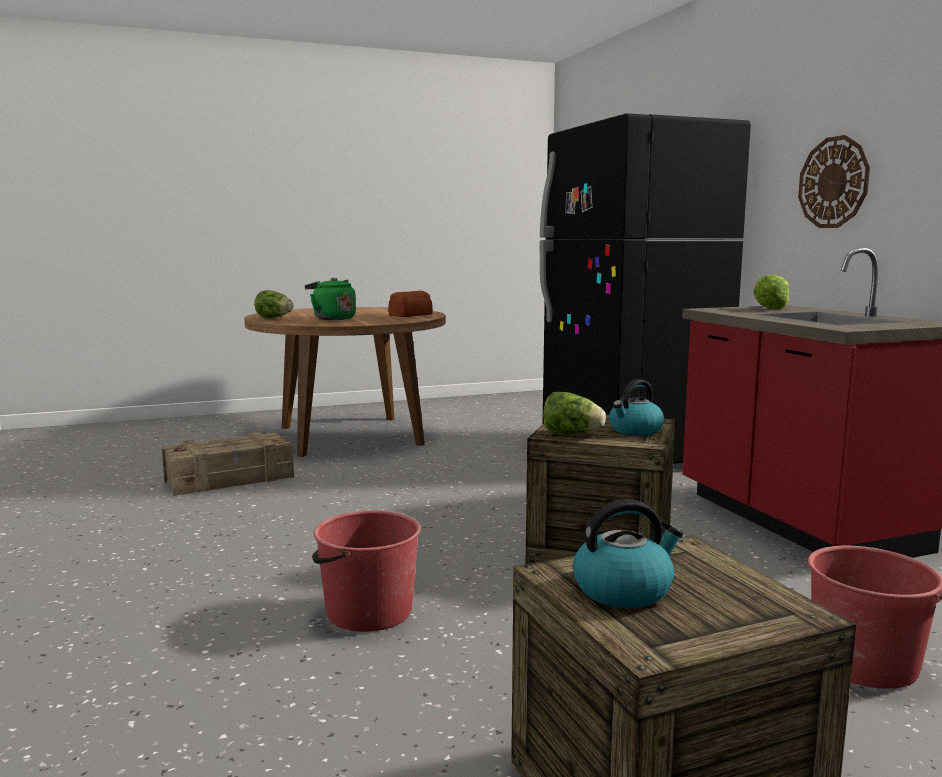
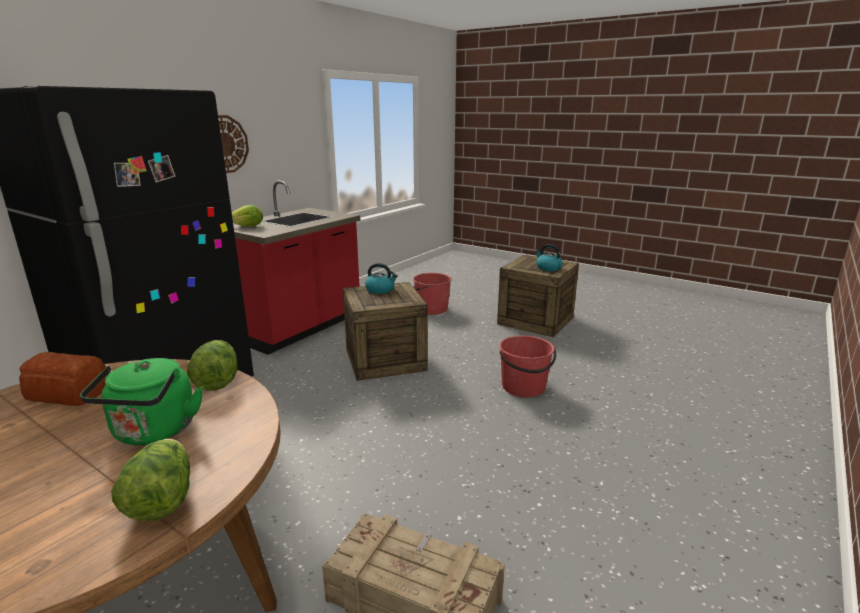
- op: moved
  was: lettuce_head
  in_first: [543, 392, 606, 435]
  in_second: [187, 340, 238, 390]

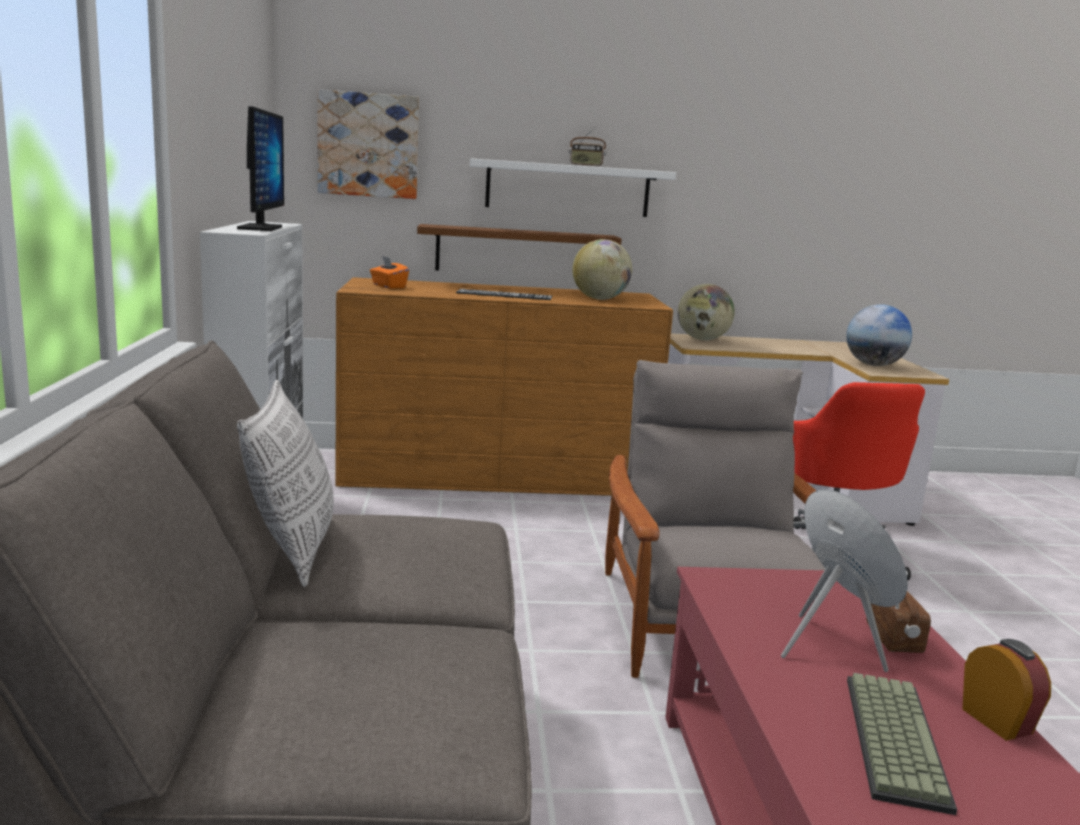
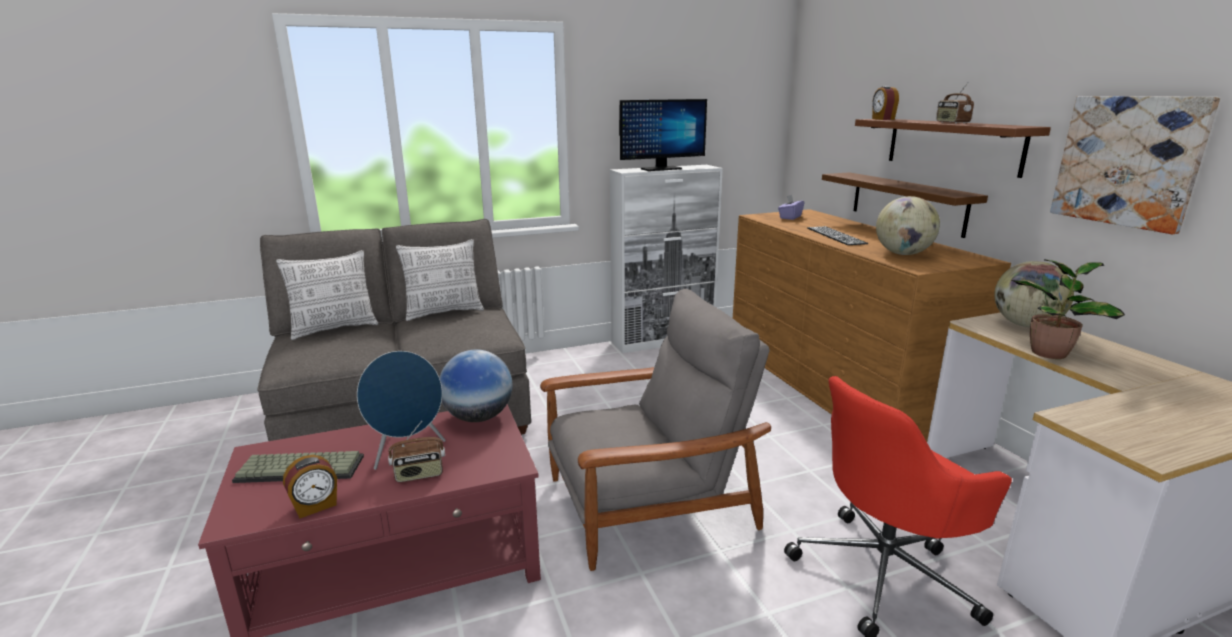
- op: moved
  was: wall_art
  in_first: [318, 89, 419, 199]
  in_second: [1050, 96, 1220, 234]
- op: recoloured
  was: whitish_wall_shelf
  now: brownish_wall_shelf
  in_first: [470, 158, 676, 217]
  in_second: [855, 119, 1051, 178]
- op: recoloured
  was: orange_tissue_holder
  now: purplish_tissue_holder
  in_first: [370, 256, 409, 289]
  in_second: [778, 195, 804, 220]
- op: moved
  was: globe
  in_first: [846, 304, 912, 366]
  in_second: [439, 349, 512, 422]
- op: added
  now: alarm_clock
  in_second: [872, 86, 899, 120]
- op: added
  now: throw_pillow
  in_second: [276, 250, 378, 340]
- op: added
  now: potted_plant
  in_second: [1011, 259, 1125, 359]

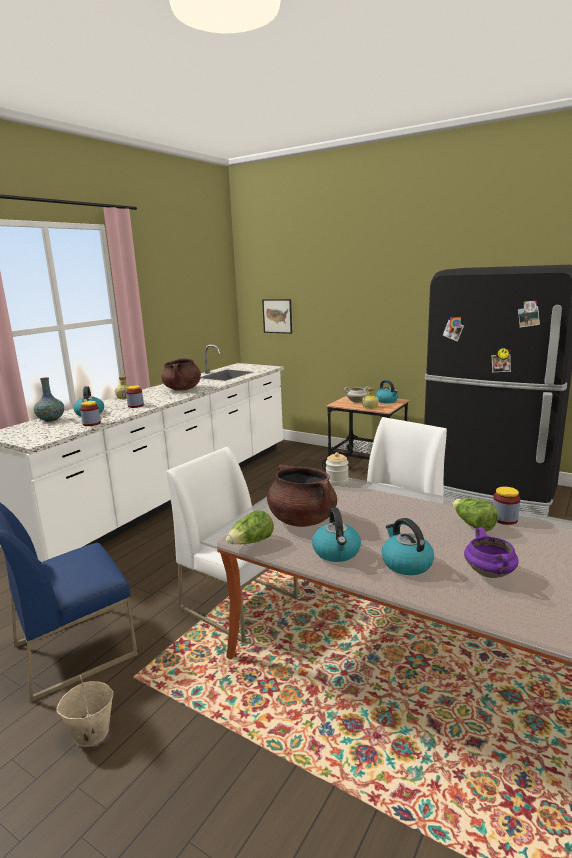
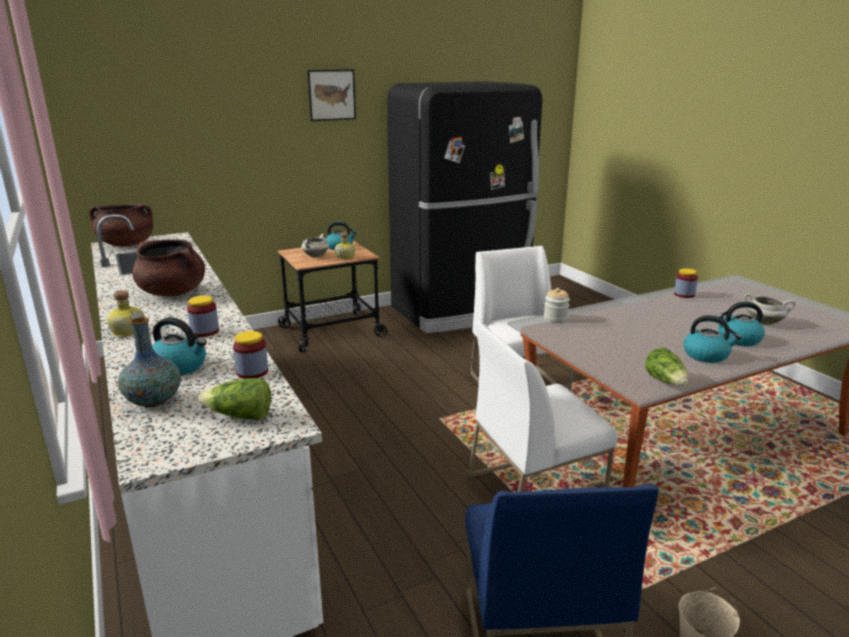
- op: moved
  was: wall_art
  in_first: [262, 299, 292, 334]
  in_second: [307, 70, 356, 121]
- op: moved
  was: brownish_cooking_pot
  in_first: [267, 465, 337, 527]
  in_second: [89, 204, 153, 247]
- op: moved
  was: lettuce_head
  in_first: [452, 498, 499, 532]
  in_second: [199, 378, 271, 420]
- op: recoloured
  was: purplish_cooking_pot
  now: whitish_cooking_pot
  in_first: [464, 527, 519, 578]
  in_second: [744, 293, 795, 325]

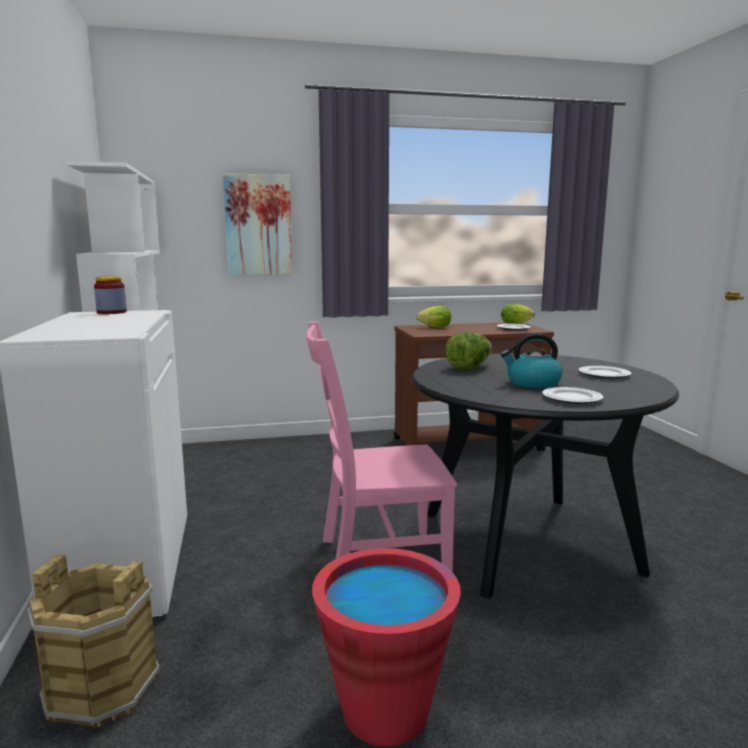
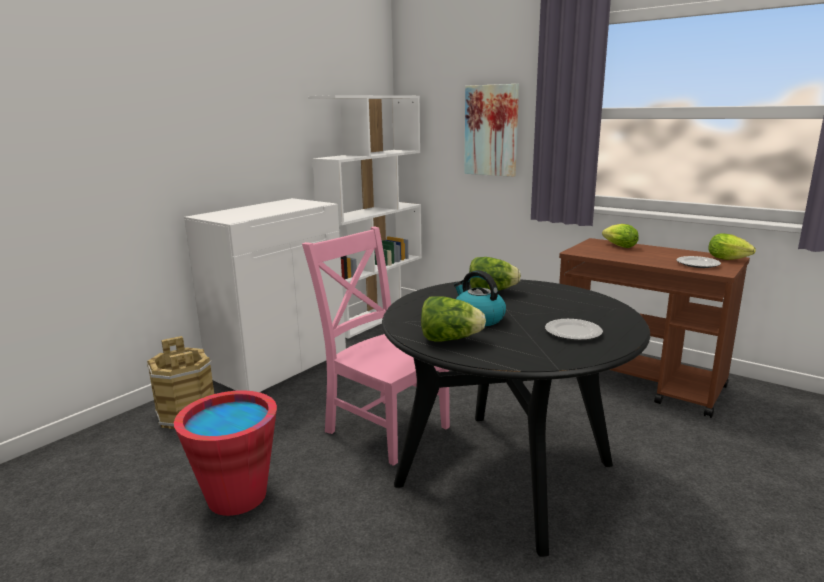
- op: removed
  was: preserve_jar
  in_first: [94, 276, 127, 314]
- op: replaced
  was: dinner_plate
  now: lettuce_head
  in_first: [542, 387, 603, 404]
  in_second: [421, 296, 486, 342]

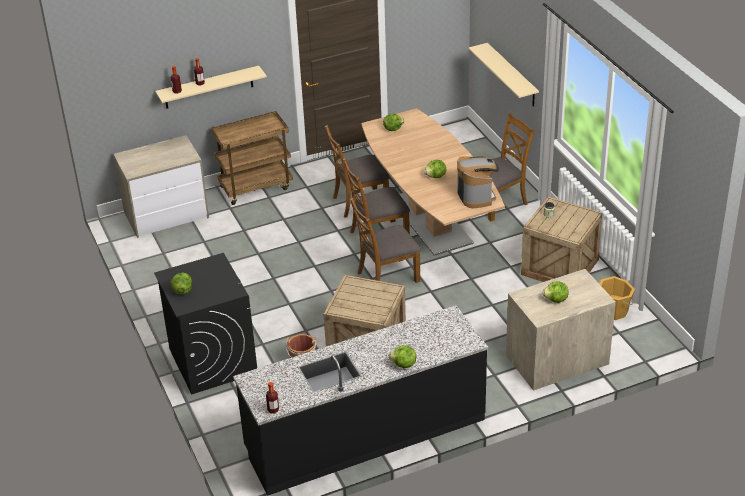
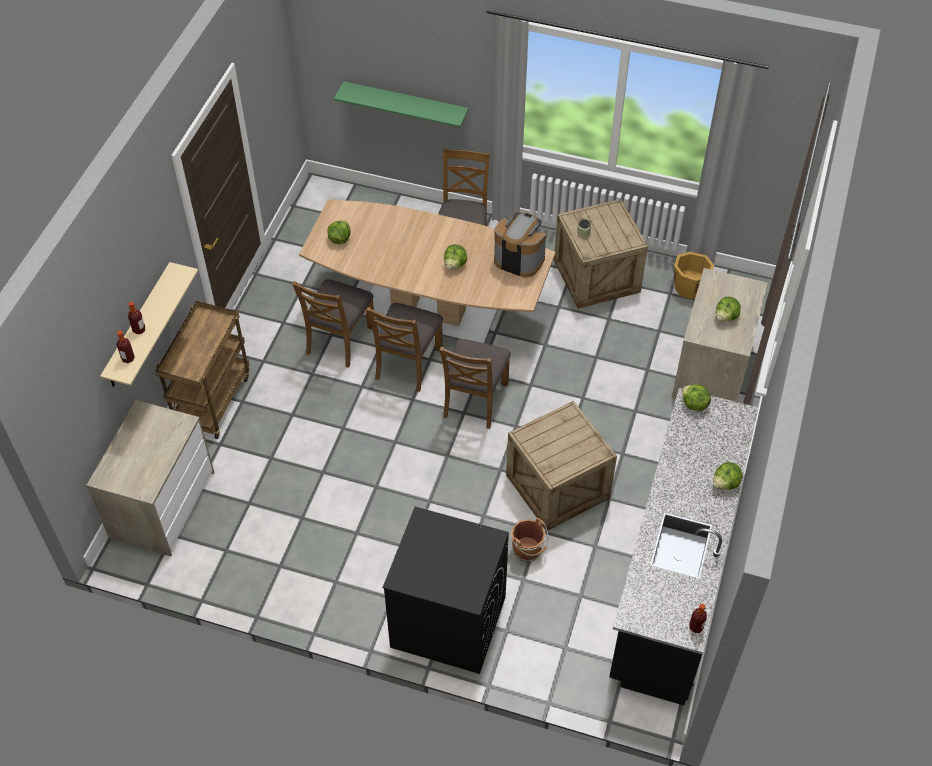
- op: recoloured
  was: sand-coloured_wall_shelf
  now: greenish_wall_shelf
  in_first: [469, 43, 539, 107]
  in_second: [334, 81, 469, 127]
- op: moved
  was: lettuce_head
  in_first: [170, 273, 192, 295]
  in_second: [682, 385, 711, 411]

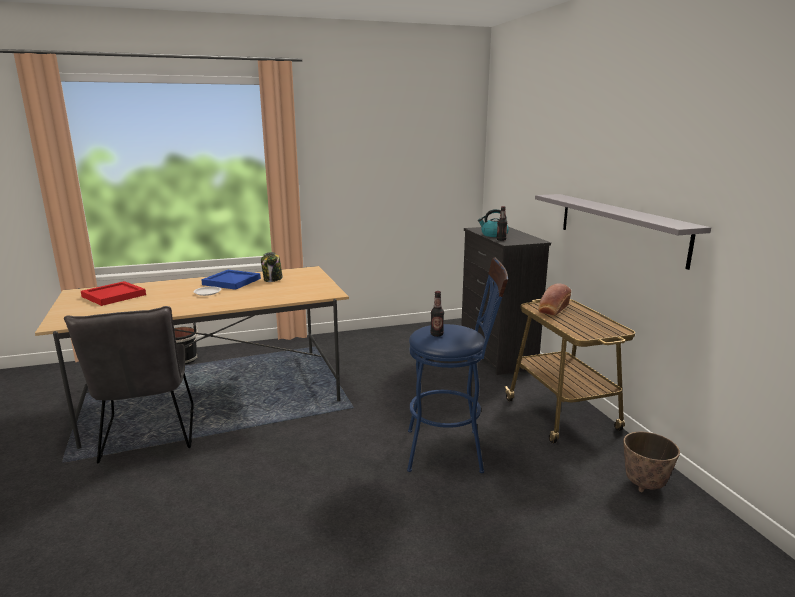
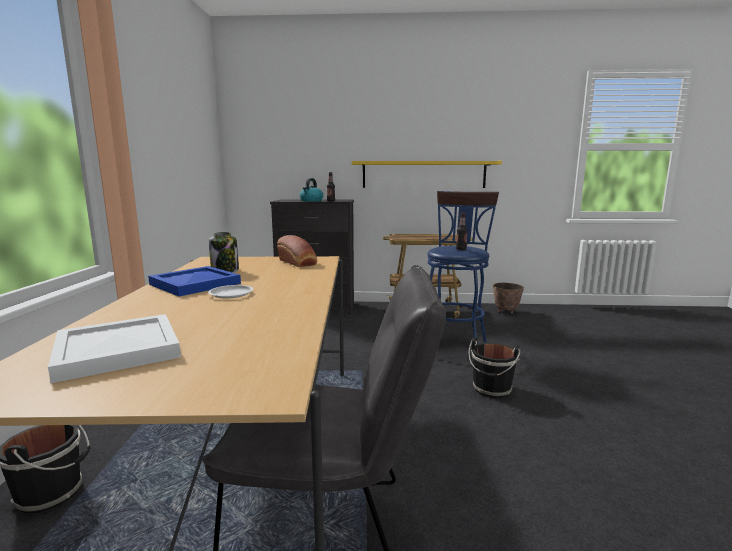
- op: recoloured
  was: greyish_wall_shelf
  now: yellowish_wall_shelf
  in_first: [535, 194, 711, 270]
  in_second: [352, 161, 502, 188]
- op: recoloured
  was: red-coloured_serving_tray
  now: whitish_serving_tray
  in_first: [81, 281, 146, 306]
  in_second: [48, 314, 181, 383]
- op: moved
  was: bread
  in_first: [538, 283, 571, 315]
  in_second: [277, 235, 317, 267]
- op: added
  now: blackish_bucket
  in_second: [468, 337, 520, 398]

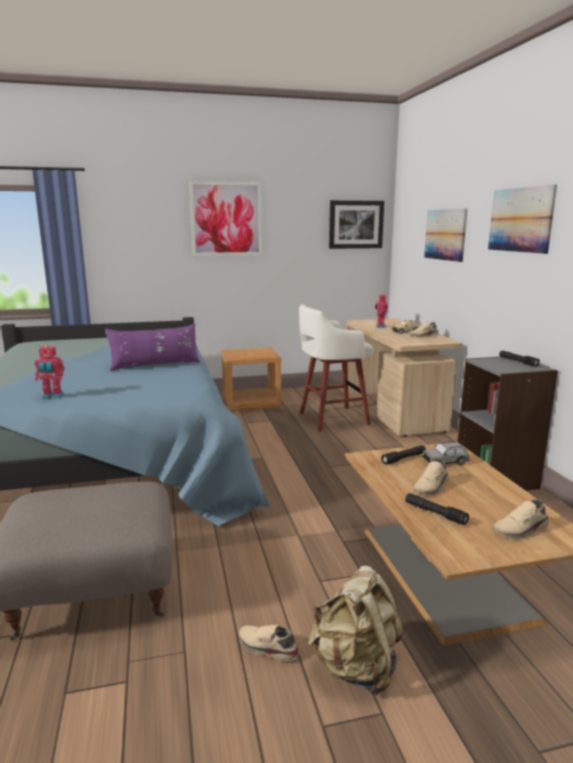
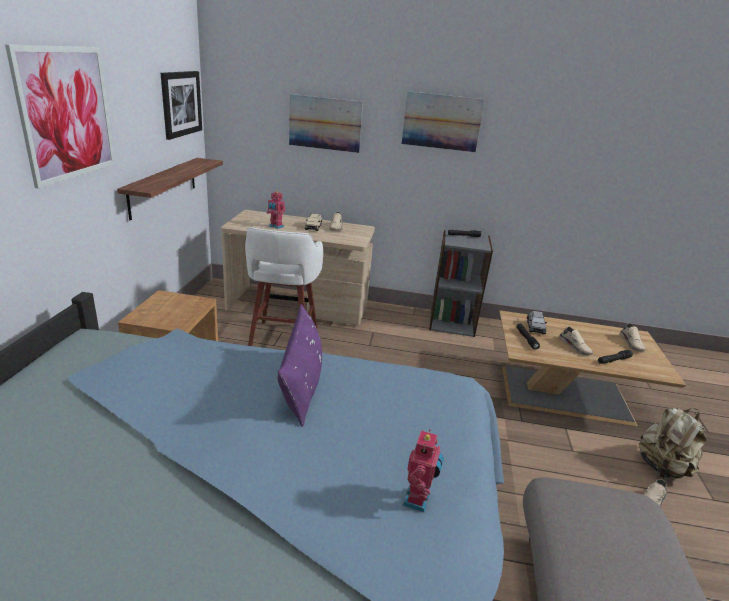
- op: added
  now: wall_shelf
  in_second: [117, 158, 223, 221]

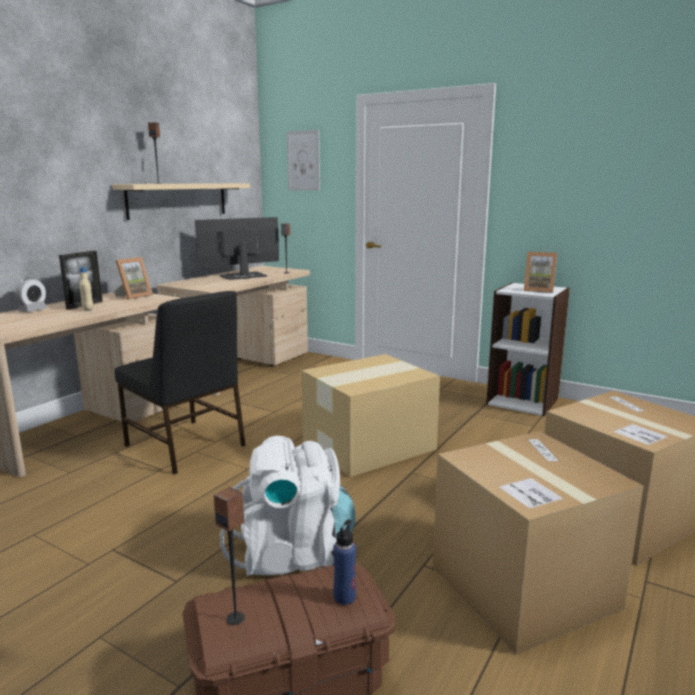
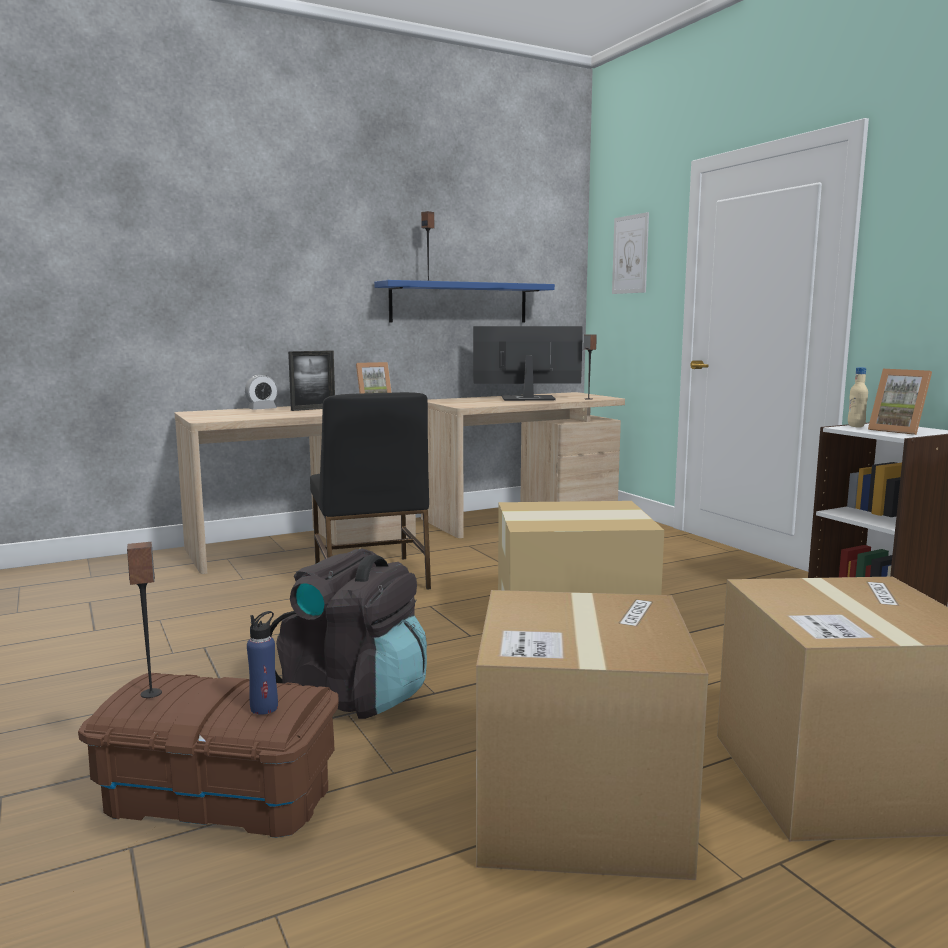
- op: recoloured
  was: sand-coloured_wall_shelf
  now: blue_wall_shelf
  in_first: [112, 183, 250, 220]
  in_second: [374, 280, 555, 323]
- op: moved
  was: sand-coloured_bottle
  in_first: [79, 267, 93, 311]
  in_second: [848, 367, 868, 428]
- op: recoloured
  was: whitish_knapsack
  now: blackish_knapsack
  in_first: [220, 436, 355, 576]
  in_second: [270, 549, 427, 719]

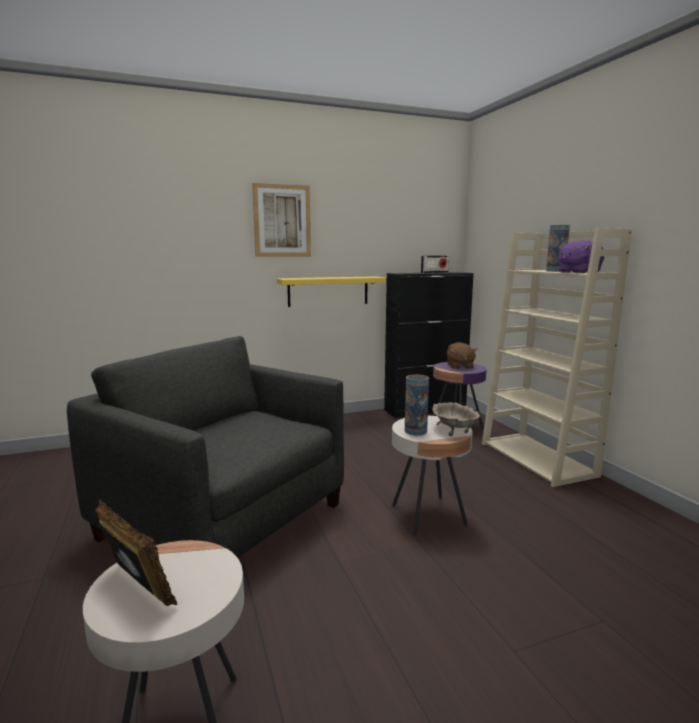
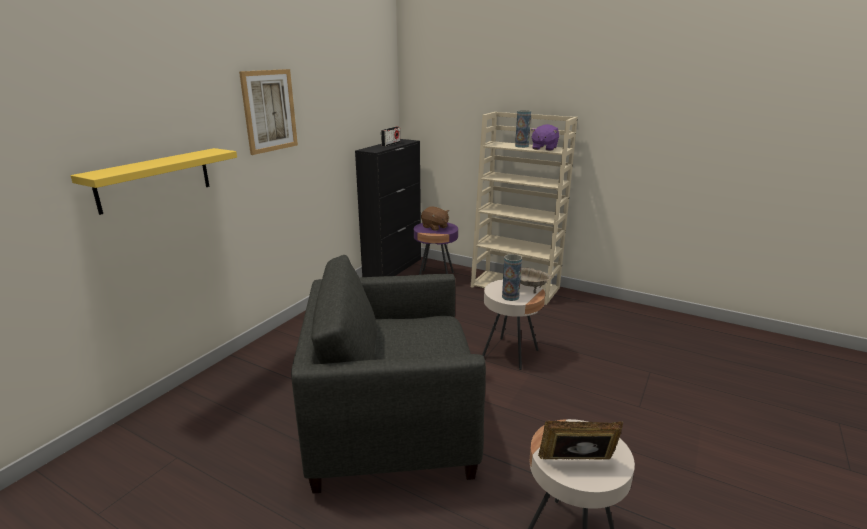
- op: moved
  was: yellowish_wall_shelf
  in_first: [277, 276, 386, 307]
  in_second: [71, 148, 237, 215]

